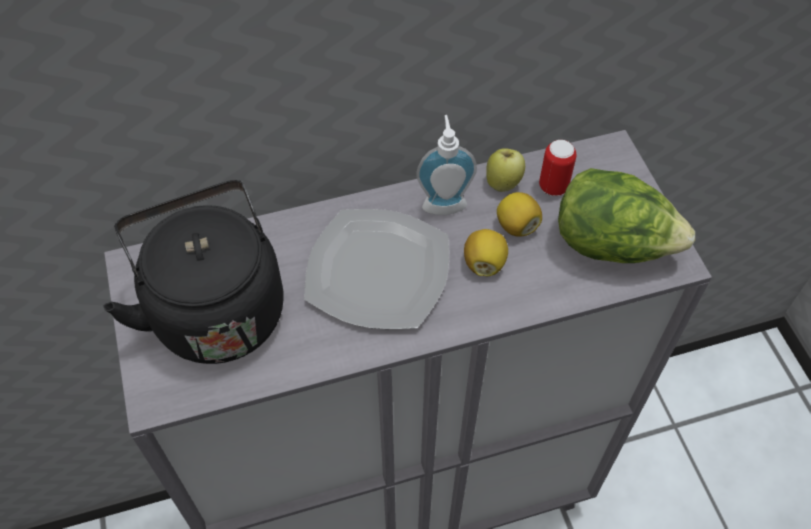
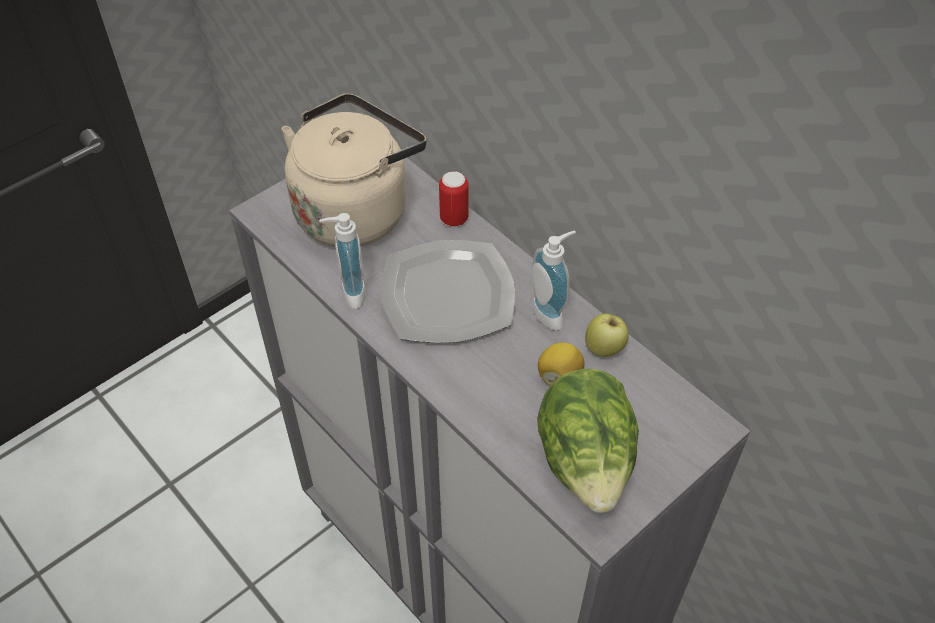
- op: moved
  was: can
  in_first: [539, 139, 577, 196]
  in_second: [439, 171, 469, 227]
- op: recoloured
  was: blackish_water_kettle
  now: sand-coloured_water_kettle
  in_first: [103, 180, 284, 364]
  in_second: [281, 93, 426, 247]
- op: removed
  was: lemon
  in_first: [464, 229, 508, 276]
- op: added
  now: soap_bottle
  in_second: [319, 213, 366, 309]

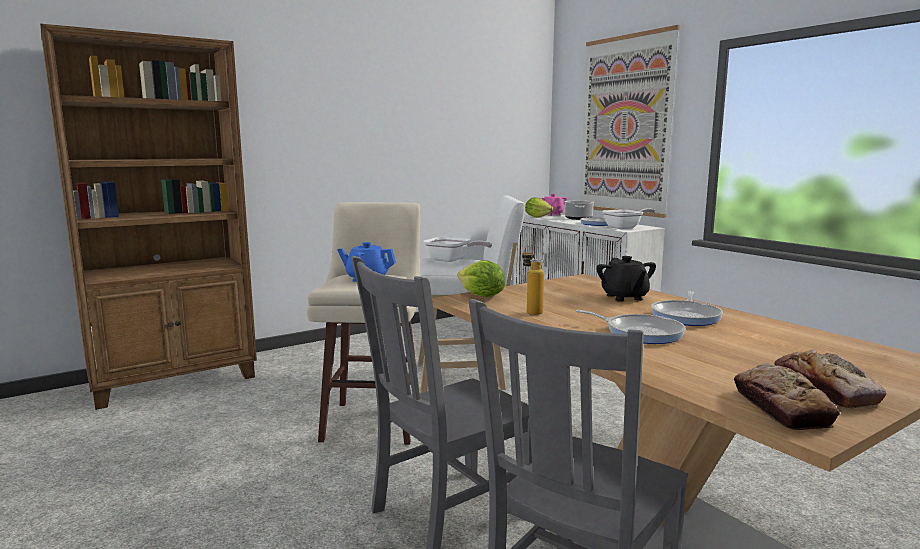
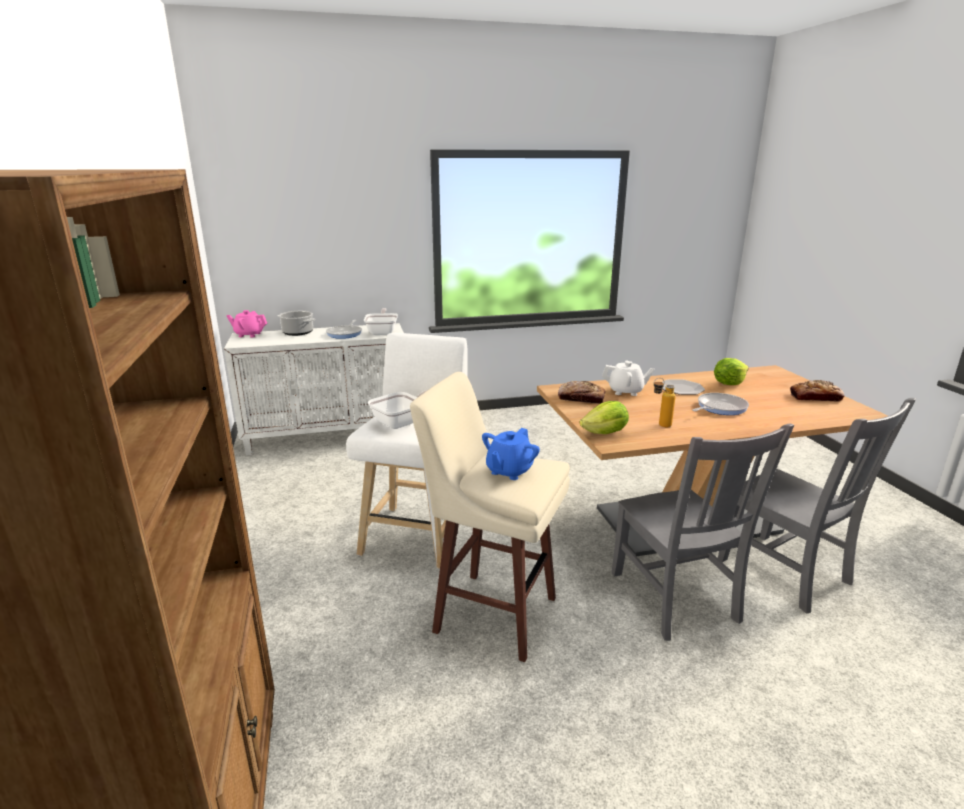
- op: removed
  was: wall_art
  in_first: [581, 25, 680, 218]
- op: moved
  was: lettuce_head
  in_first: [525, 197, 553, 217]
  in_second: [714, 358, 749, 385]
- op: recoloured
  was: blackish_tea_pot
  now: whitish_tea_pot
  in_first: [596, 256, 656, 302]
  in_second: [602, 361, 655, 396]
- op: replaced
  was: pan
  now: dinner_plate
  in_first: [651, 291, 723, 326]
  in_second: [662, 380, 705, 395]
- op: moved
  was: bread
  in_first: [734, 363, 840, 430]
  in_second: [558, 381, 605, 404]

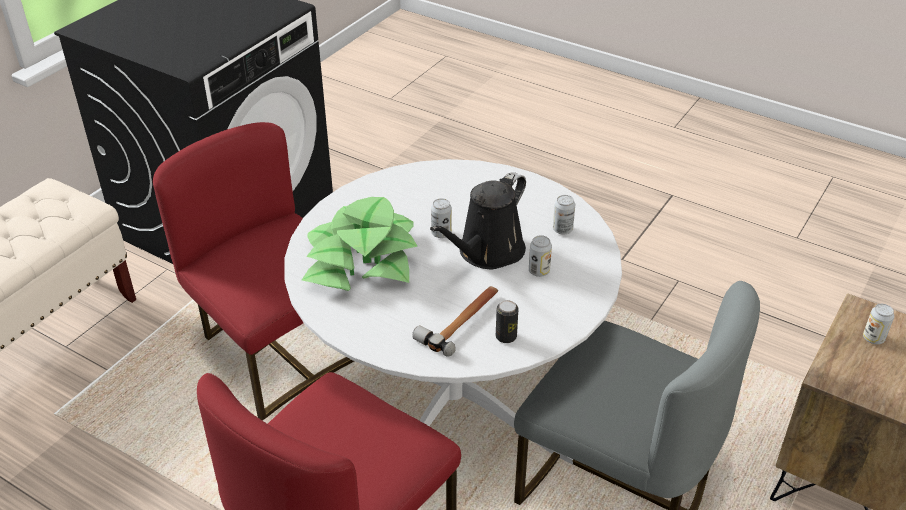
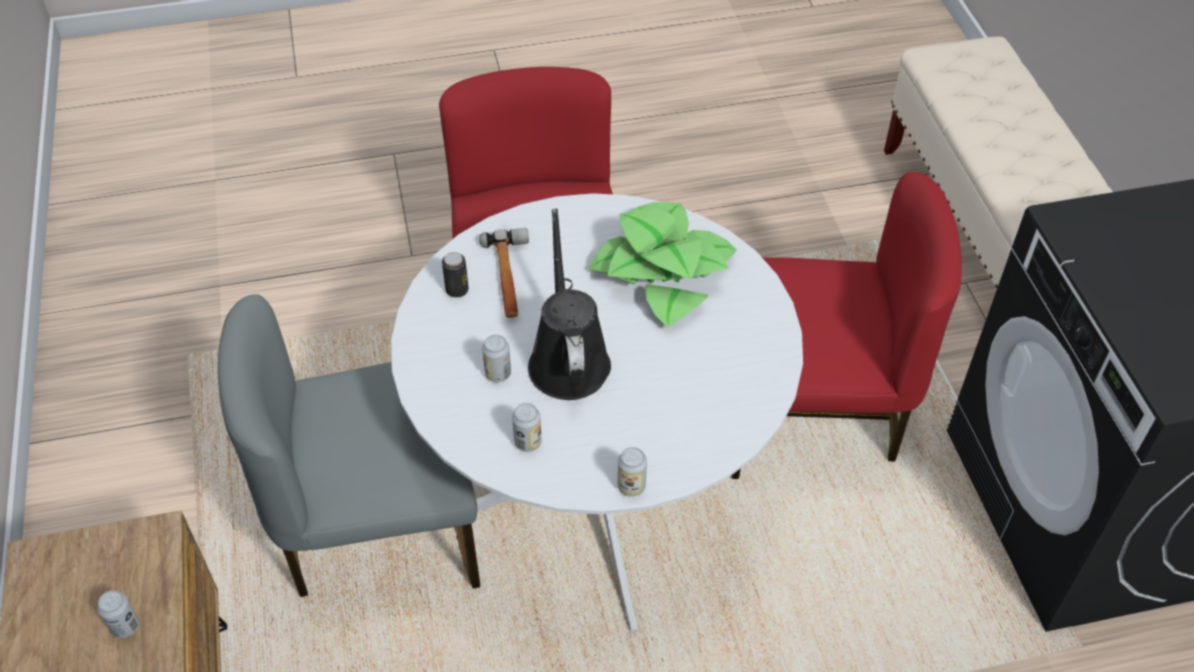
- op: moved
  was: can
  in_first: [431, 198, 452, 238]
  in_second: [618, 447, 647, 496]

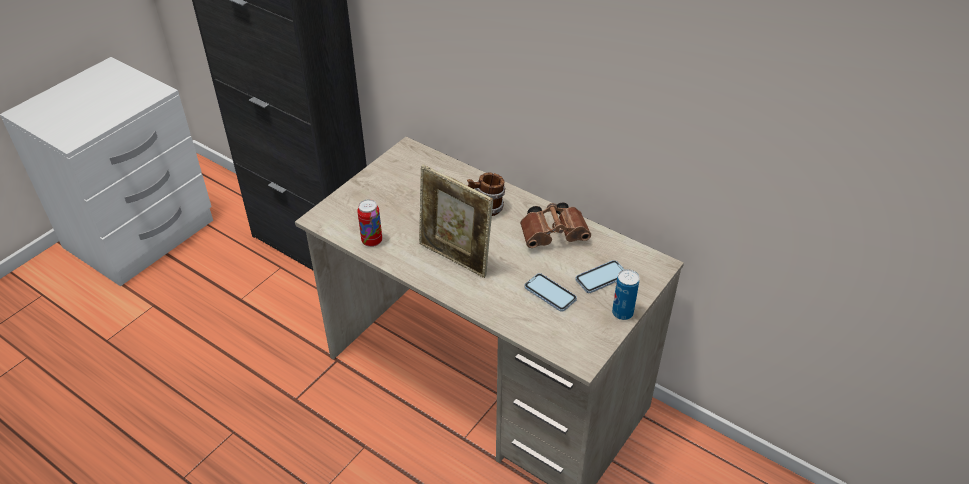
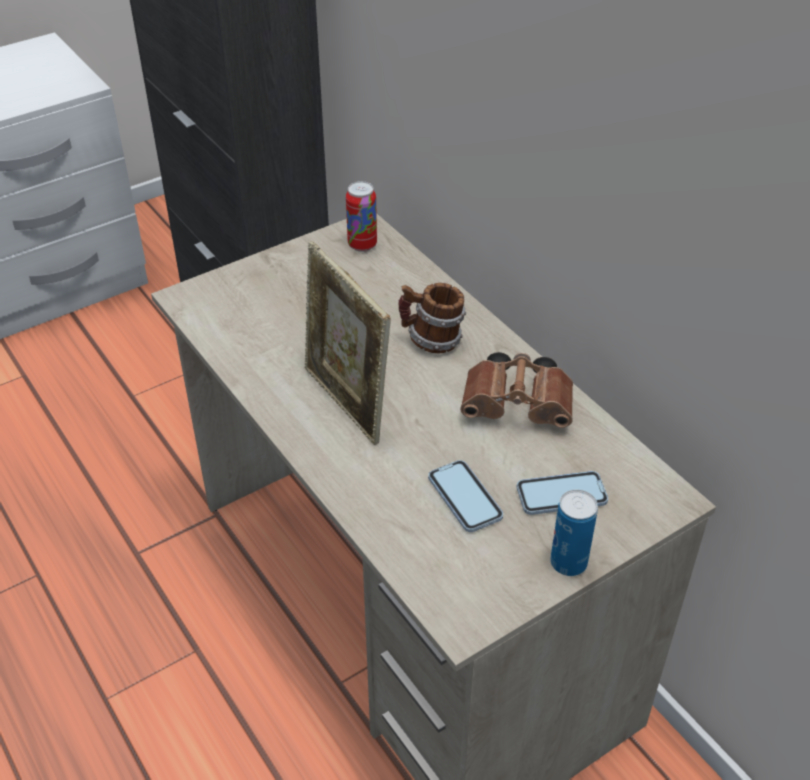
- op: moved
  was: can
  in_first: [357, 199, 382, 247]
  in_second: [346, 181, 377, 252]

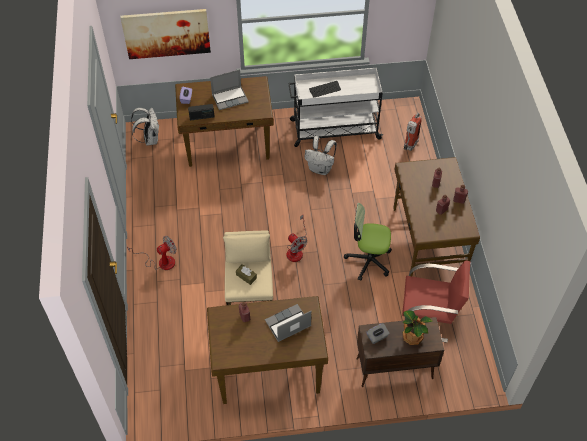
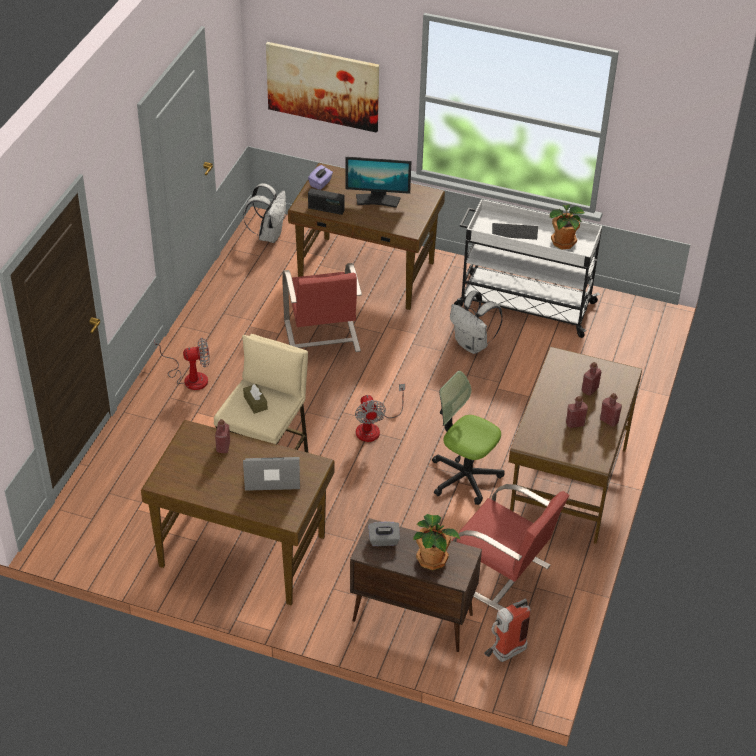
- op: replaced
  was: notebook_computer
  now: computer_display
  in_first: [210, 69, 248, 110]
  in_second: [345, 157, 412, 208]
- op: moved
  was: fire_extinguisher
  in_first: [403, 113, 422, 151]
  in_second: [484, 599, 531, 662]
- op: added
  now: potted_plant
  in_second: [550, 204, 585, 249]
- op: added
  now: red-coloured_chair
  in_second: [282, 263, 362, 352]

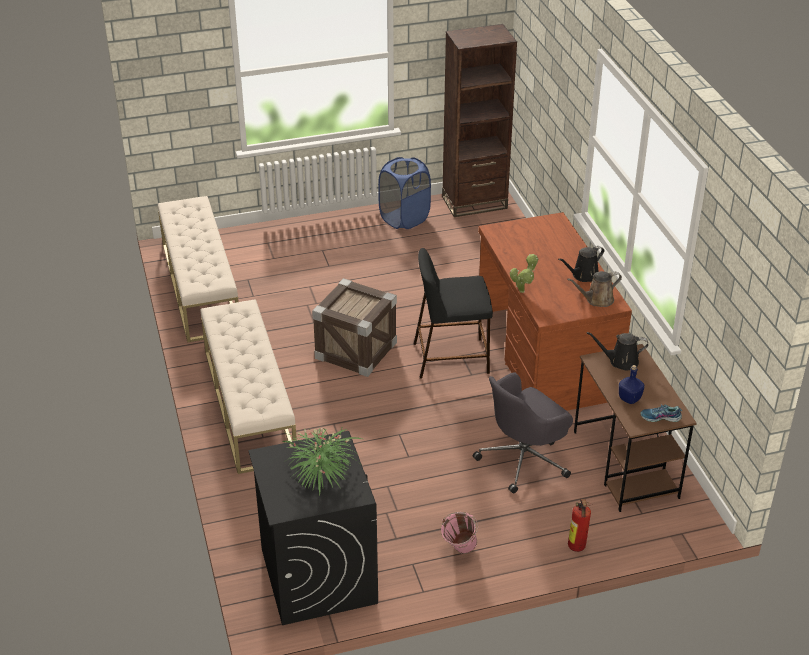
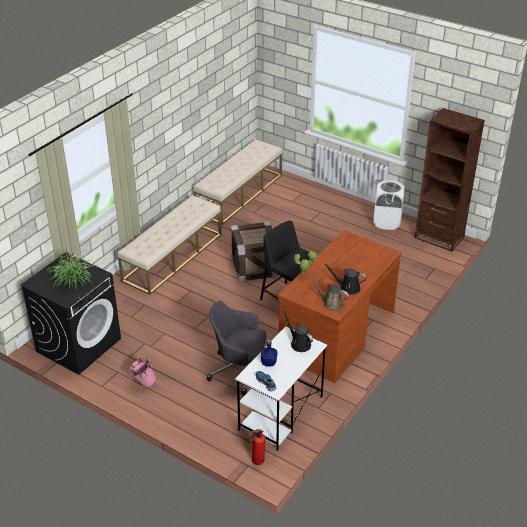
- op: recoloured
  was: blue_hamper
  now: whitish_hamper
  in_first: [378, 157, 431, 229]
  in_second: [373, 179, 405, 230]
- op: recoloured
  was: brownish_desk_unit
  now: whitish_desk_unit
  in_first: [574, 344, 697, 512]
  in_second: [235, 326, 327, 450]
- op: moved
  was: fire_extinguisher
  in_first: [568, 498, 593, 552]
  in_second: [248, 429, 266, 465]

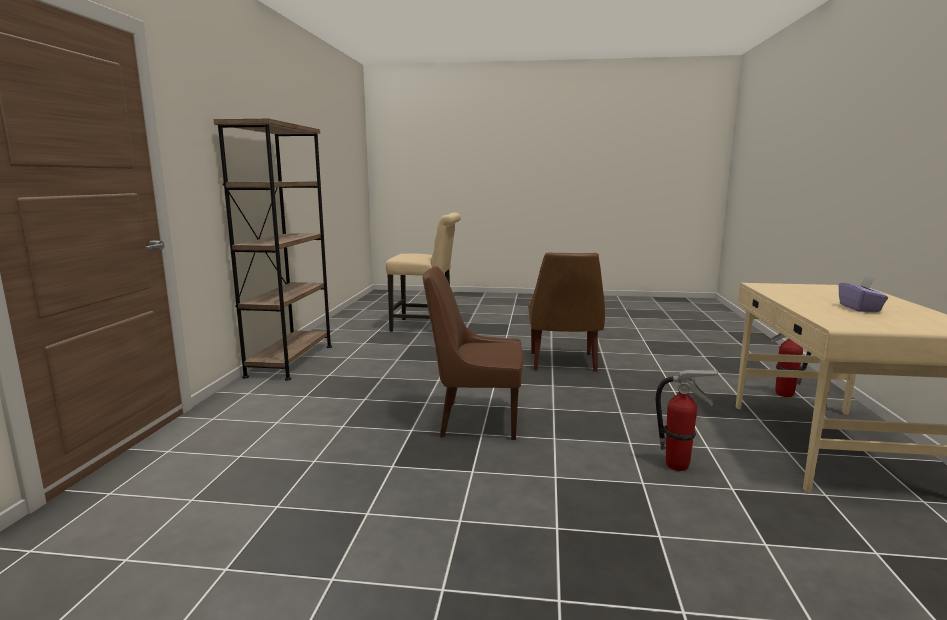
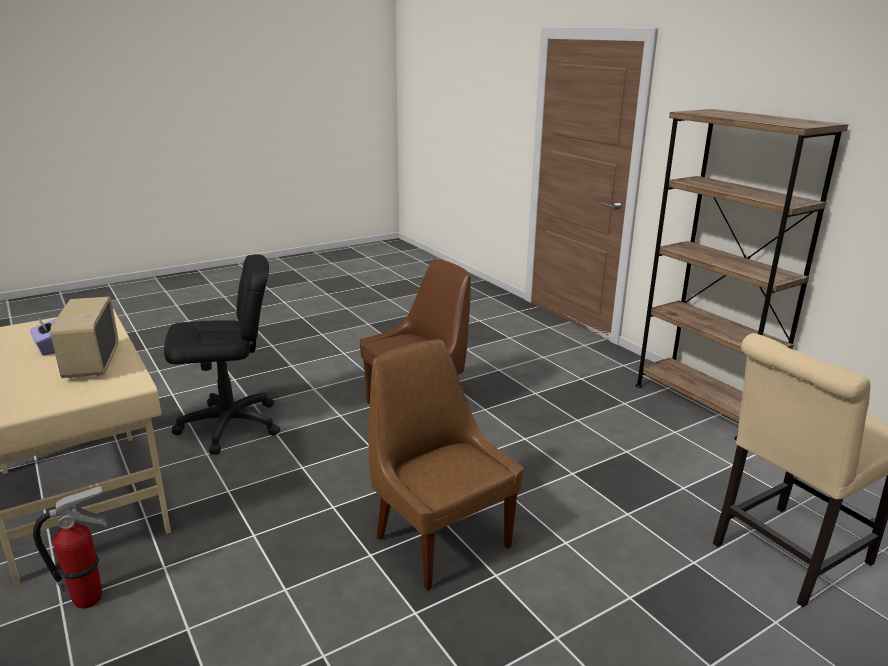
- op: replaced
  was: fire_extinguisher
  now: blackish_computer_chair
  in_first: [656, 370, 718, 471]
  in_second: [164, 254, 280, 454]
- op: added
  now: radio_receiver
  in_second: [50, 297, 119, 379]

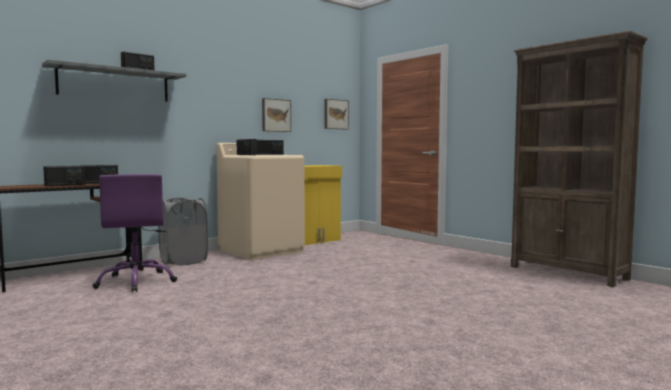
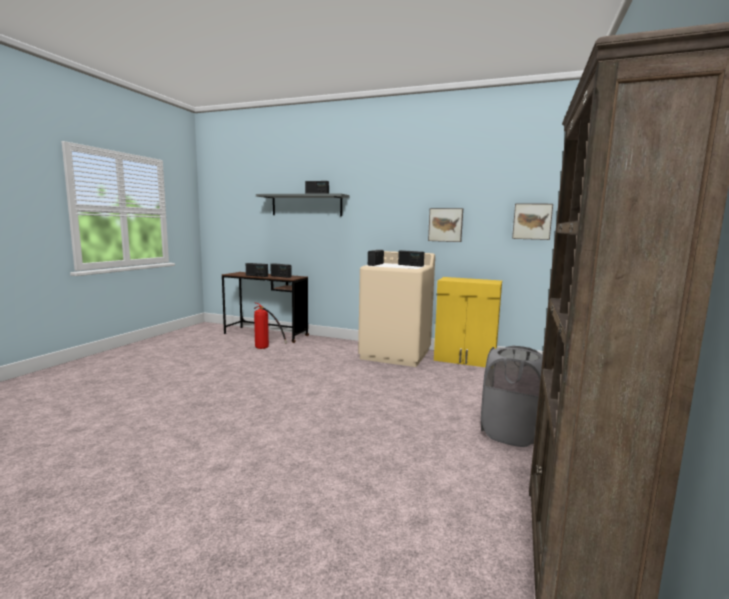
- op: replaced
  was: purplish_computer_chair
  now: fire_extinguisher
  in_first: [92, 174, 177, 292]
  in_second: [254, 303, 287, 349]
- op: moved
  was: greyish_hamper
  in_first: [158, 198, 208, 265]
  in_second: [481, 346, 543, 447]

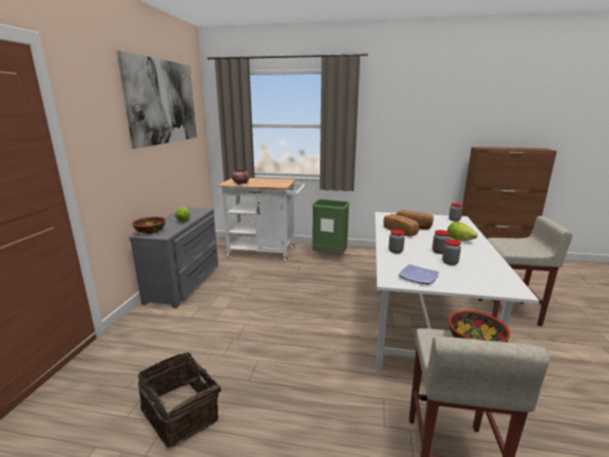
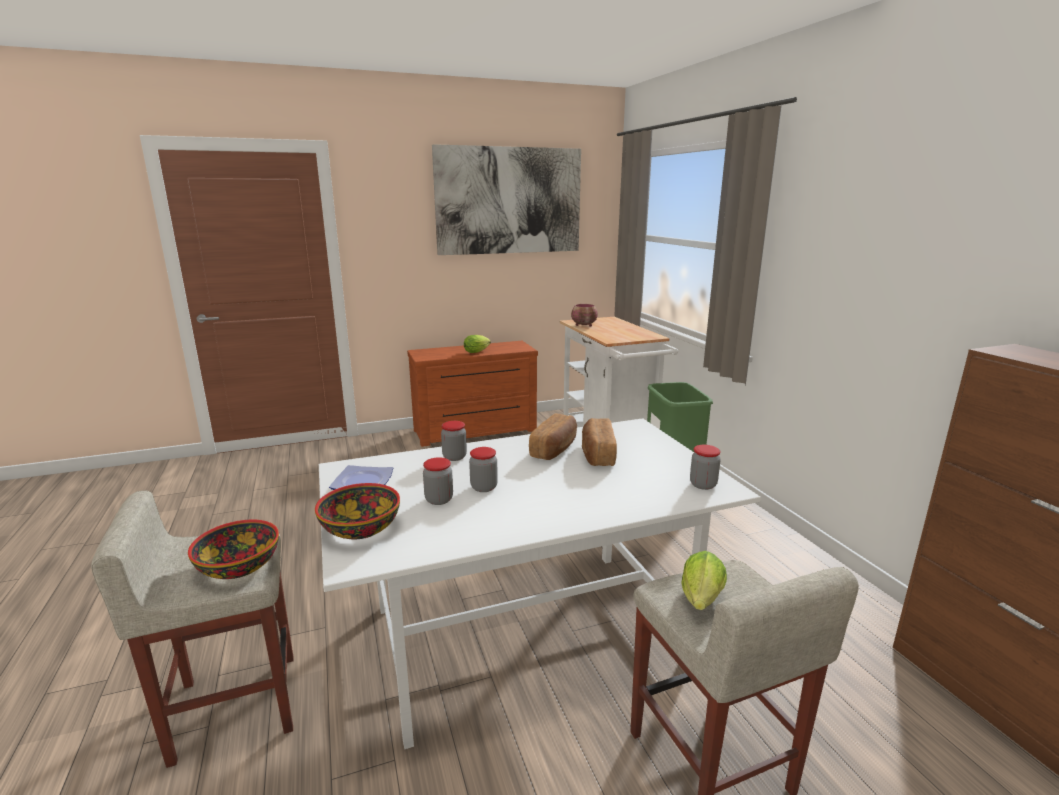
- op: recoloured
  was: greyish_chest_of_drawers
  now: brownish_chest_of_drawers
  in_first: [129, 207, 218, 308]
  in_second: [407, 341, 538, 447]
- op: moved
  was: serving_bowl
  in_first: [132, 217, 165, 234]
  in_second: [315, 483, 400, 540]
- op: moved
  was: lettuce_head
  in_first: [447, 222, 478, 241]
  in_second: [681, 551, 727, 610]
- op: removed
  was: basket
  in_first: [138, 352, 221, 448]

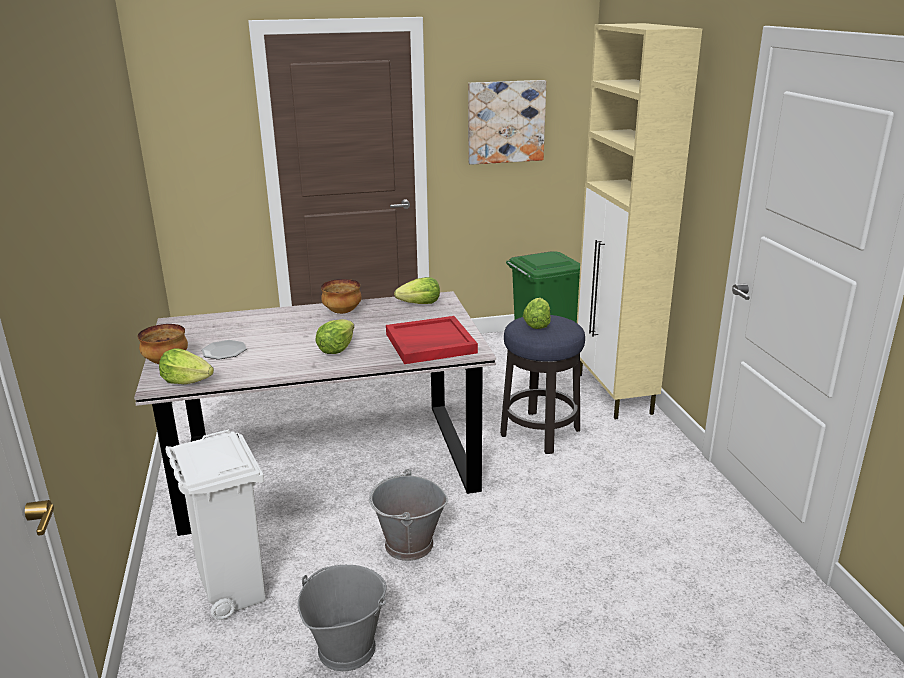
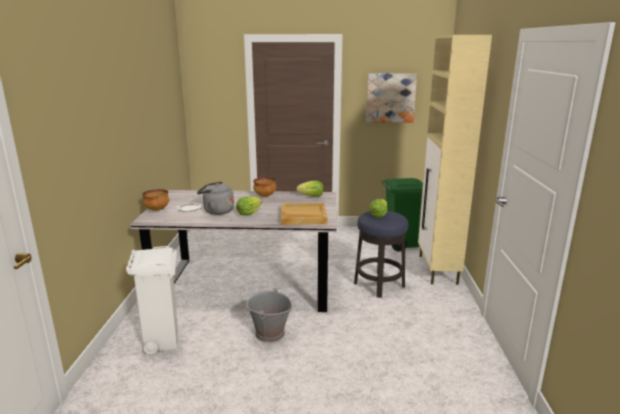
- op: recoloured
  was: red-coloured_serving_tray
  now: sand-coloured_serving_tray
  in_first: [386, 316, 478, 364]
  in_second: [281, 203, 327, 225]
- op: removed
  was: lettuce_head
  in_first: [159, 348, 214, 384]
- op: removed
  was: greyish_bucket
  in_first: [298, 565, 387, 671]
- op: added
  now: greyish_water_kettle
  in_second: [197, 181, 234, 215]

